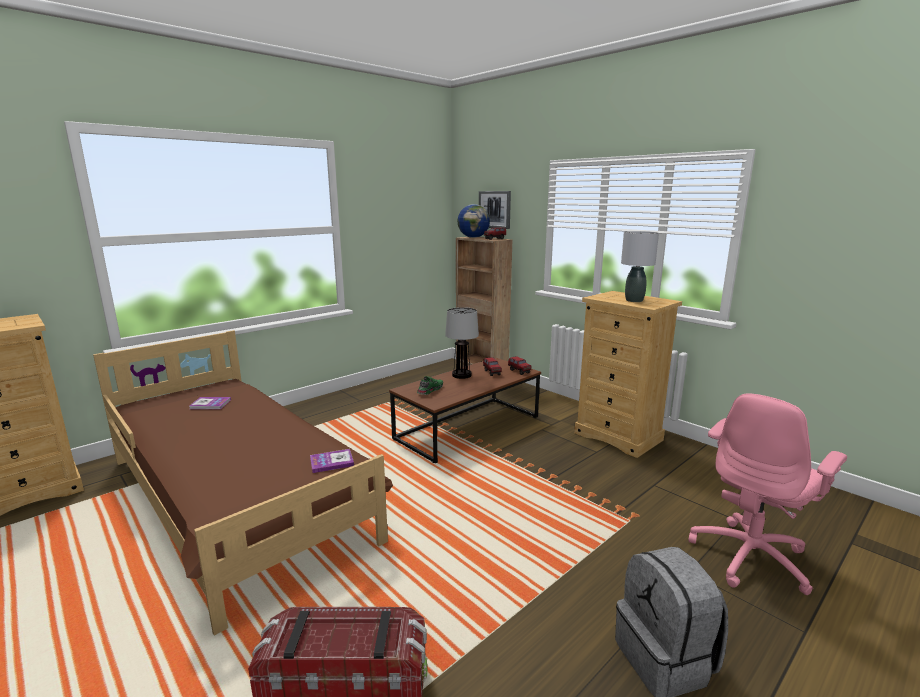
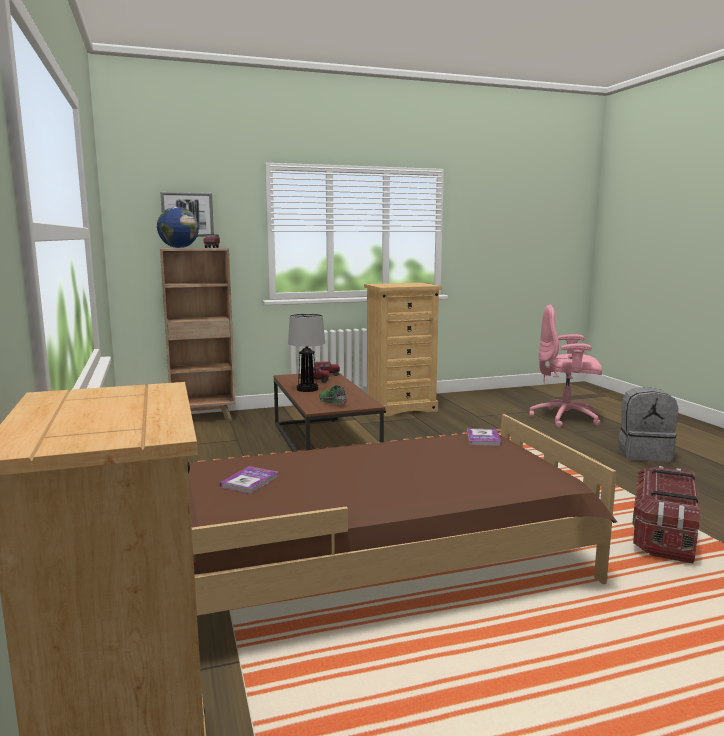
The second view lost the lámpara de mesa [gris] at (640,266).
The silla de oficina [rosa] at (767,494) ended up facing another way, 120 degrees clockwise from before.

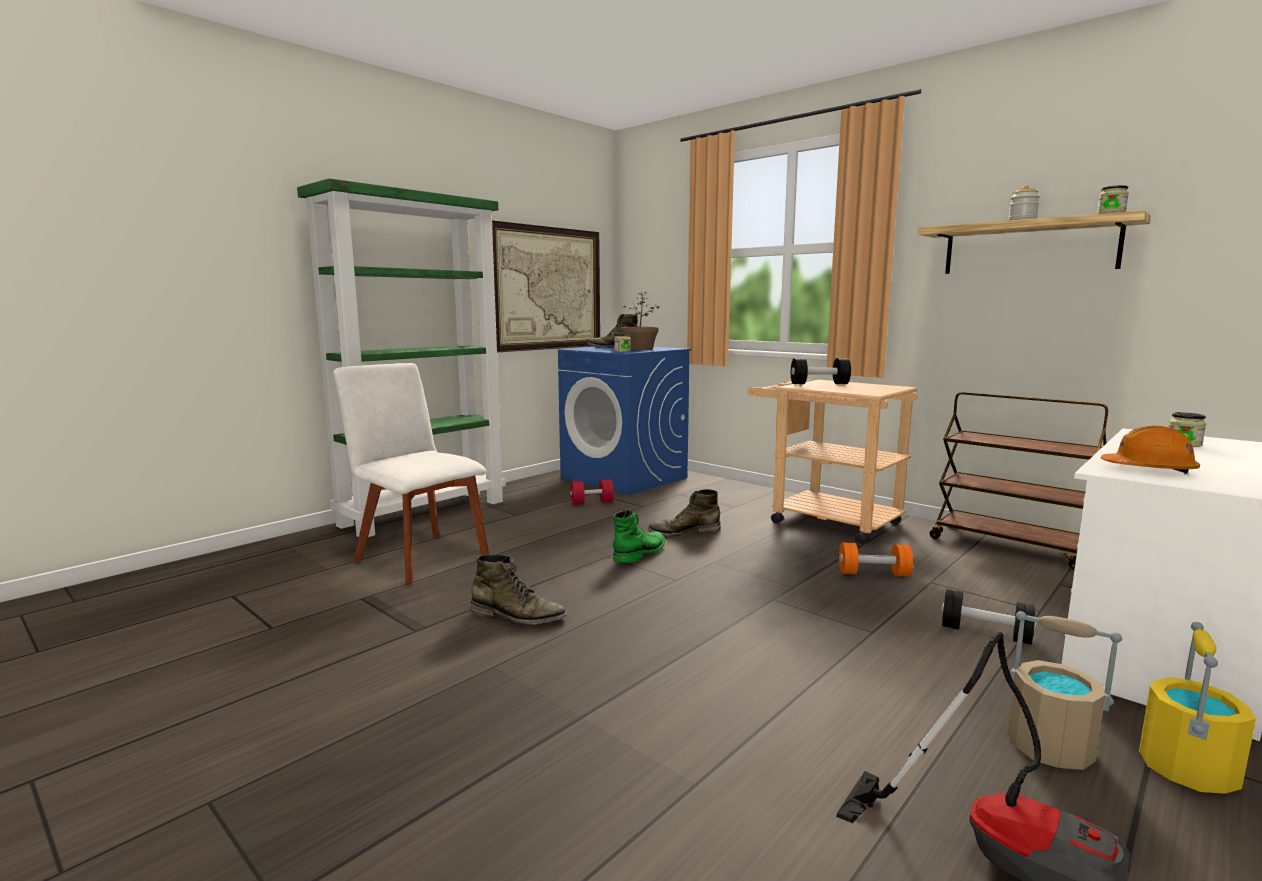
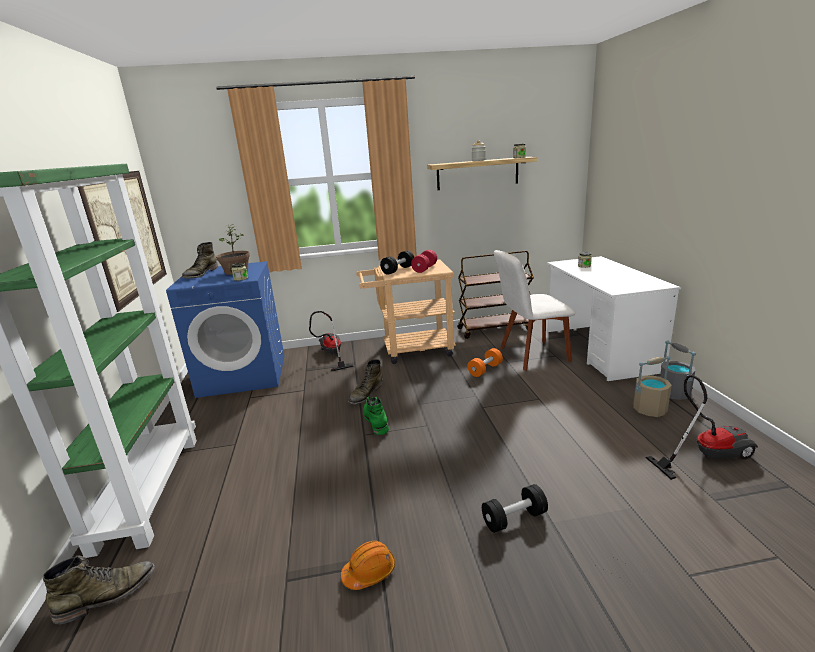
The silla [blanco] ended up elsewhere, having gone from (411,473) to (534,310).
The casco [naranja] ended up elsewhere, having gone from (1150,450) to (368,565).
The mancuerna [rojo] ended up elsewhere, having gone from (592,492) to (424,261).
The bota [verde] ended up elsewhere, having gone from (518,589) to (99,589).
The mancuerna [negro] ended up elsewhere, having gone from (989,617) to (515,508).
What was the cubo [amarillo] at (1197,708) turned into the cubo [gris] at (678,370).
The second view gained the aspiradora at (331,341).

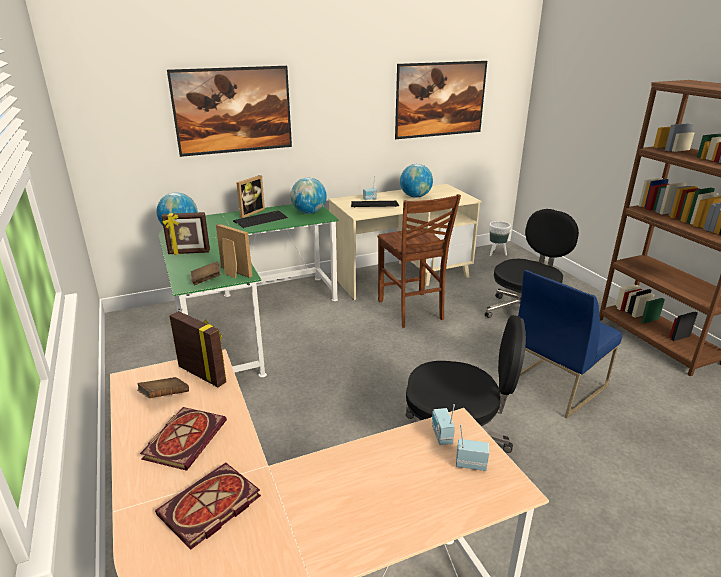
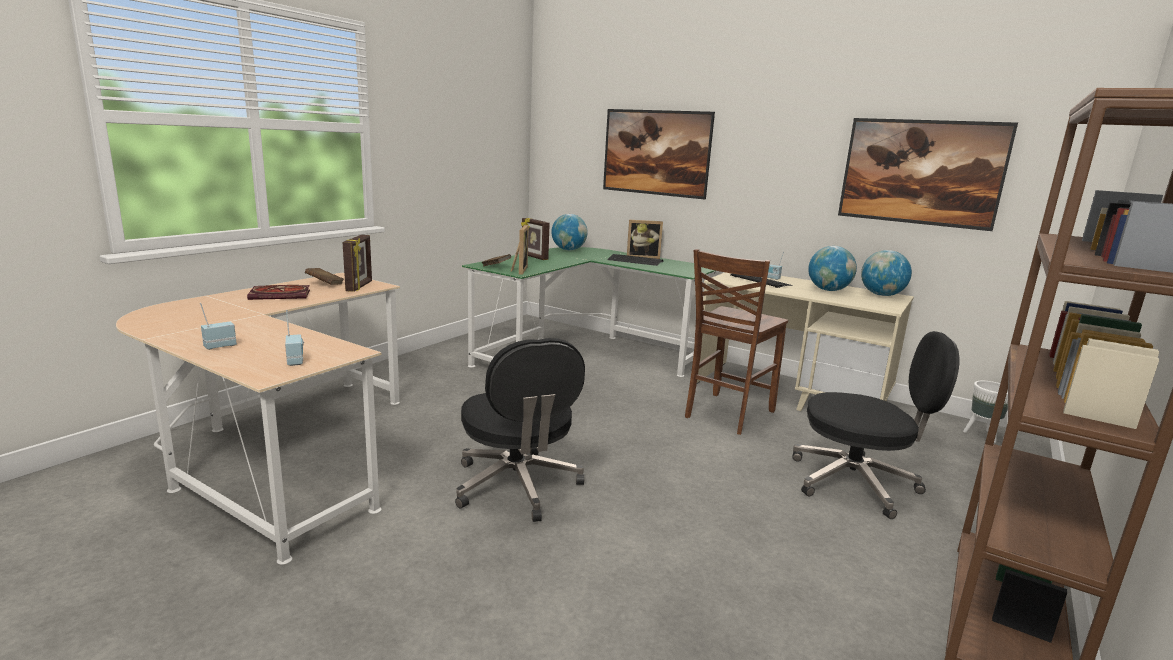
The globo terráqueo ended up elsewhere, having gone from (309,196) to (886,273).
The second view lost the silla [azul] at (570,344).
The radio ended up elsewhere, having gone from (443,424) to (218,326).
The second view lost the libro at (208,505).

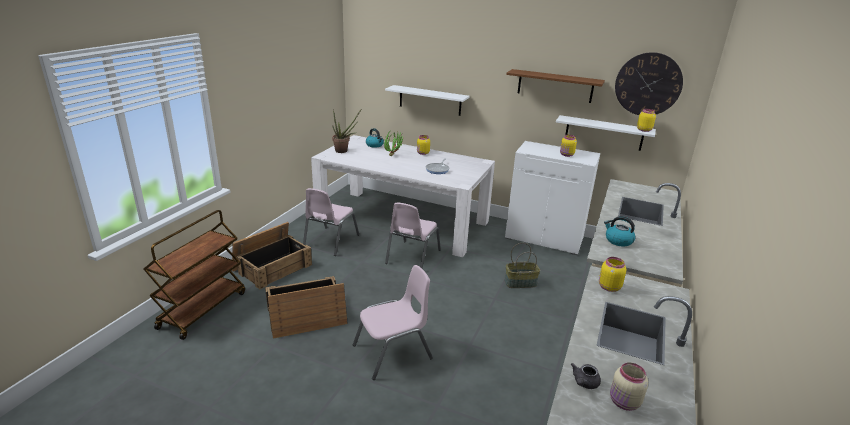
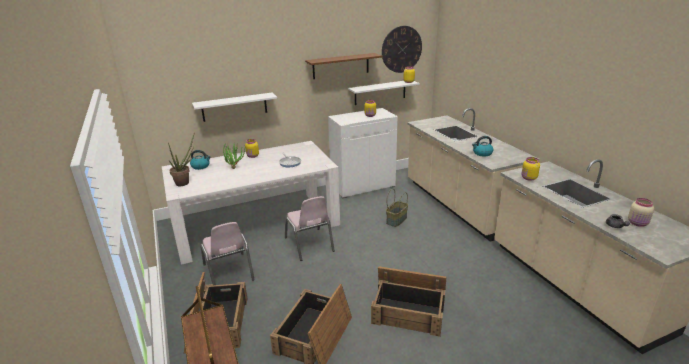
Where the silla [rosa] stood at (393,322), the caja de embalaje came to stand at (409,301).

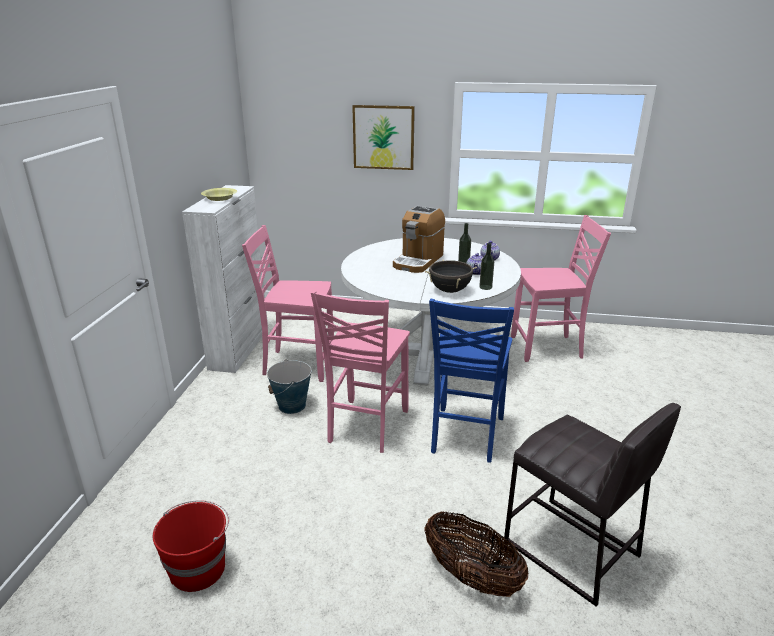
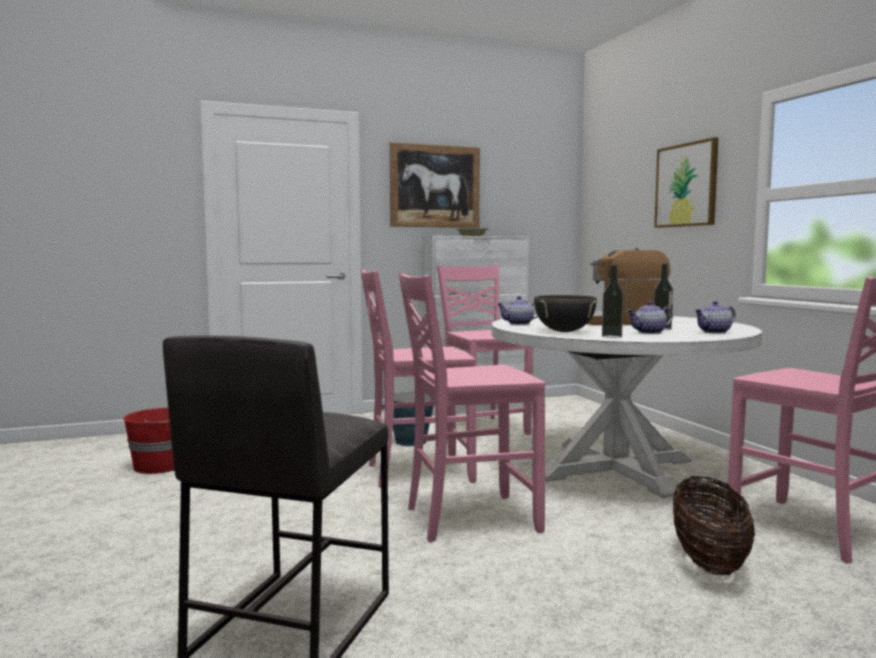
What was the silla [azul] at (471,381) turned into the silla [rosa] at (472,407).
The cesta ended up elsewhere, having gone from (476,554) to (714,525).
The second view gained the cuadro at (435,185).
The second view gained the tetera at (517,310).

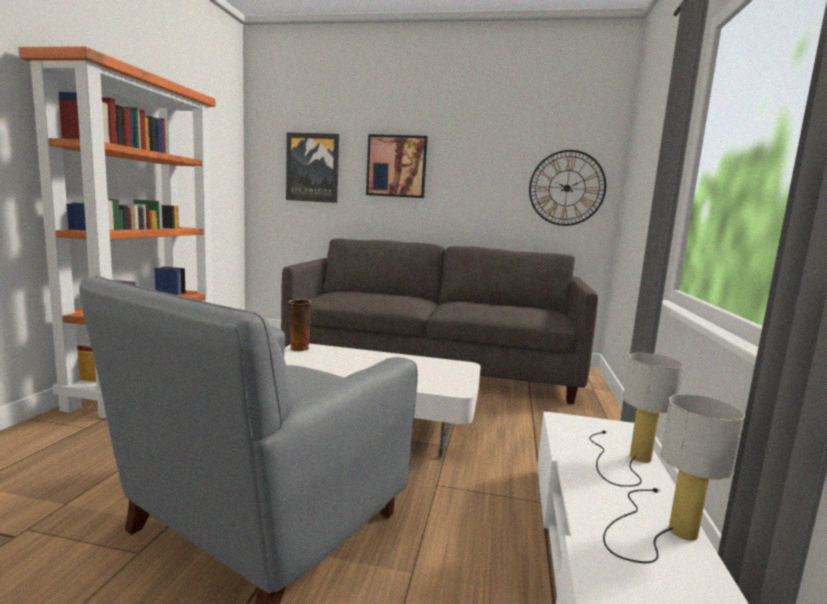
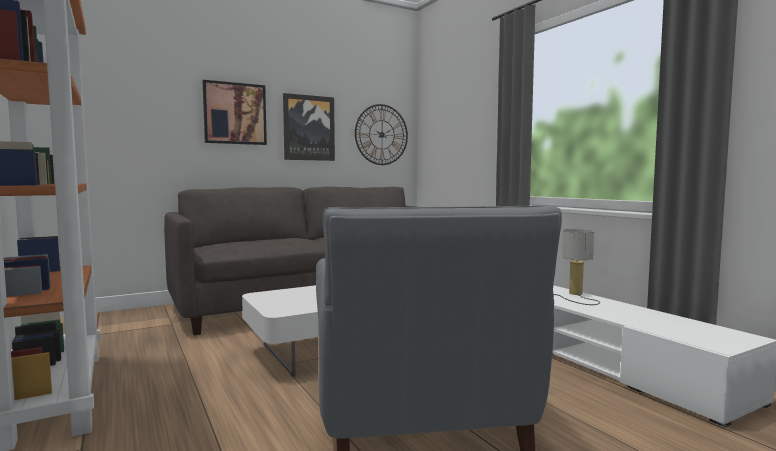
The cuadro ended up elsewhere, having gone from (312,167) to (309,127).
The second view lost the florero at (299,325).
The second view lost the lámpara de mesa at (674,478).

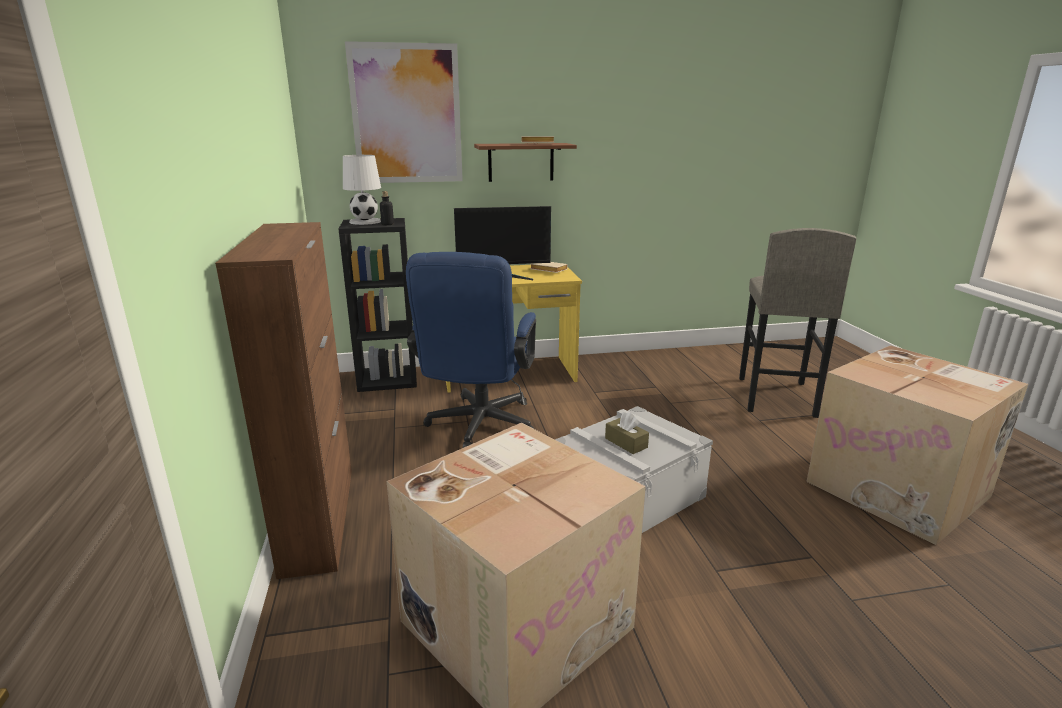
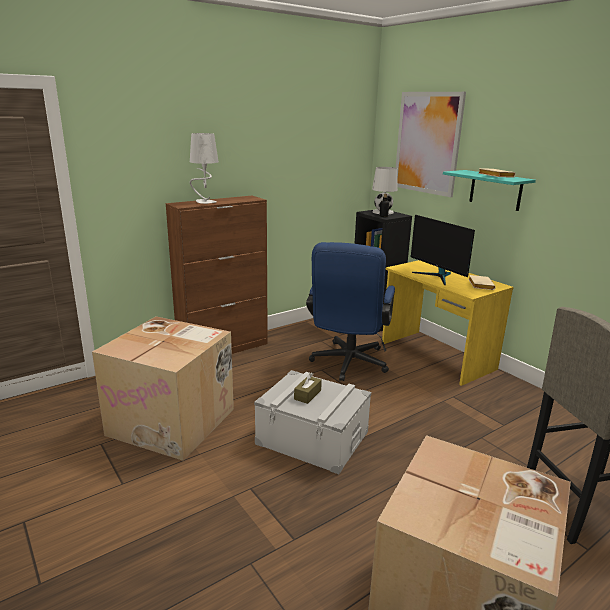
What was the estante [marrón] at (525,162) turned into the estante [turquesa] at (489,190).
The silla de oficina [azul] at (471,350) ended up facing another way, 60 degrees counterclockwise from before.
The second view gained the lámpara de mesa [gris] at (204,168).

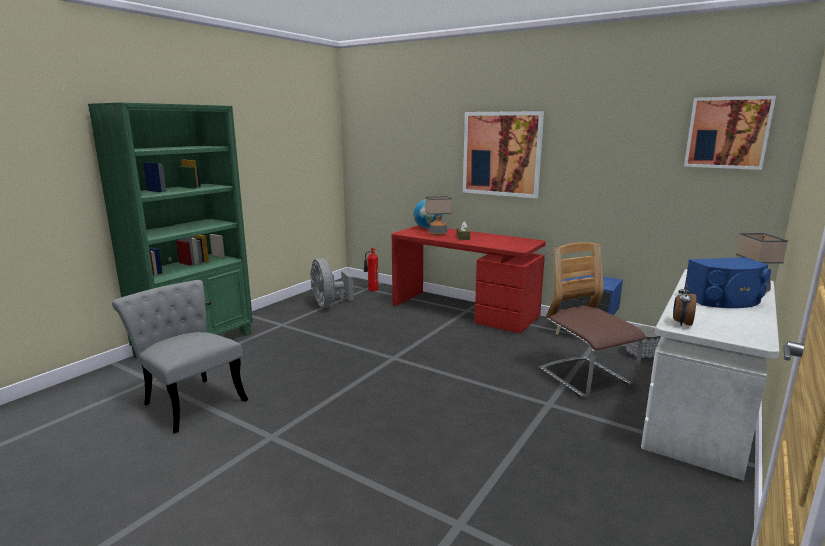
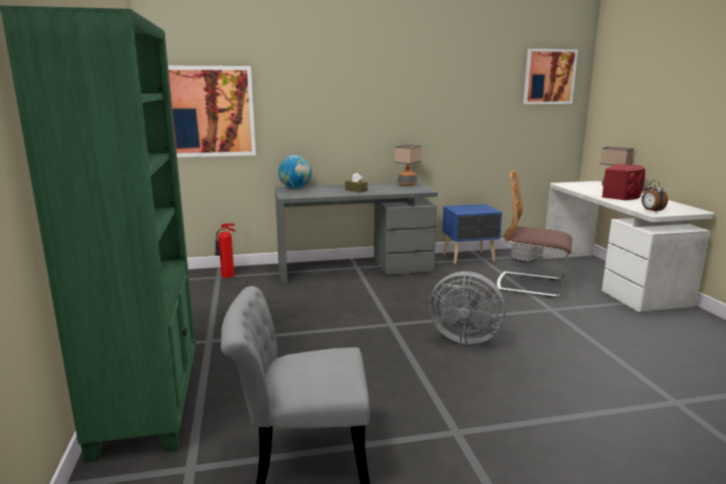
The cuadro ended up elsewhere, having gone from (503,154) to (212,111).
The lámpara de mesa ended up elsewhere, having gone from (438,216) to (408,165).
What was the escritorio [rojo] at (469,279) turned into the escritorio [gris] at (356,233).
What was the altavoz [azul] at (728,282) turned into the altavoz [rojo] at (623,182).
The ventilador [gris] ended up elsewhere, having gone from (332,282) to (467,307).

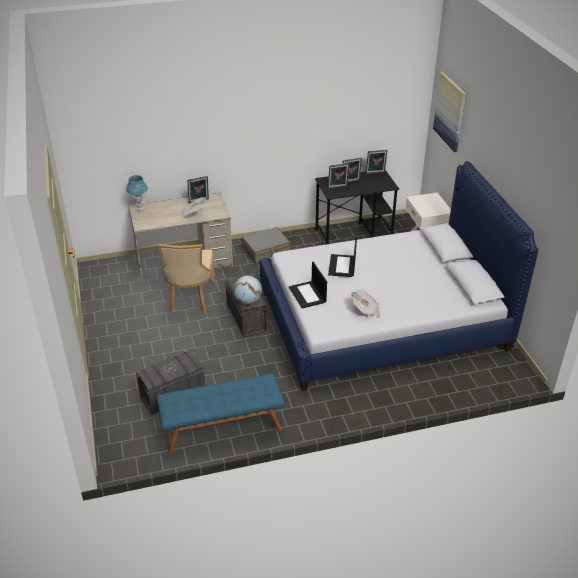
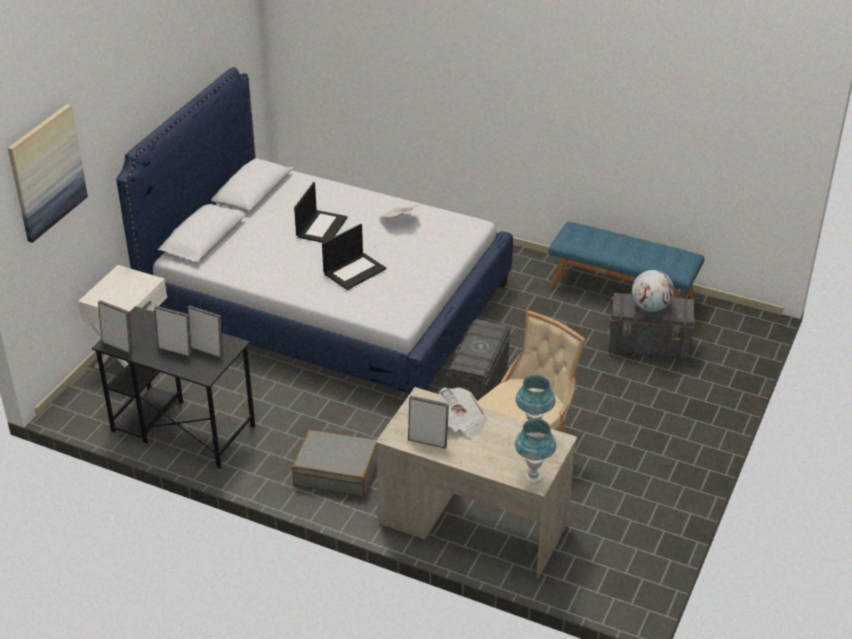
The portátil ended up elsewhere, having gone from (308,285) to (321,212).
The globo terráqueo ended up elsewhere, having gone from (247,290) to (653,291).
The second view gained the lámpara de mesa [azul] at (535,406).

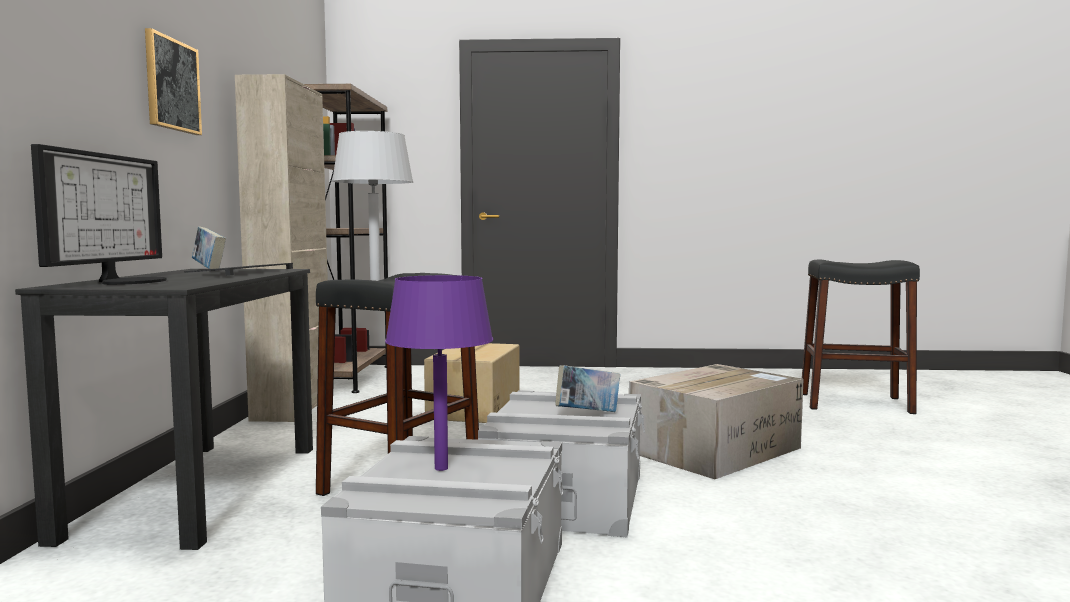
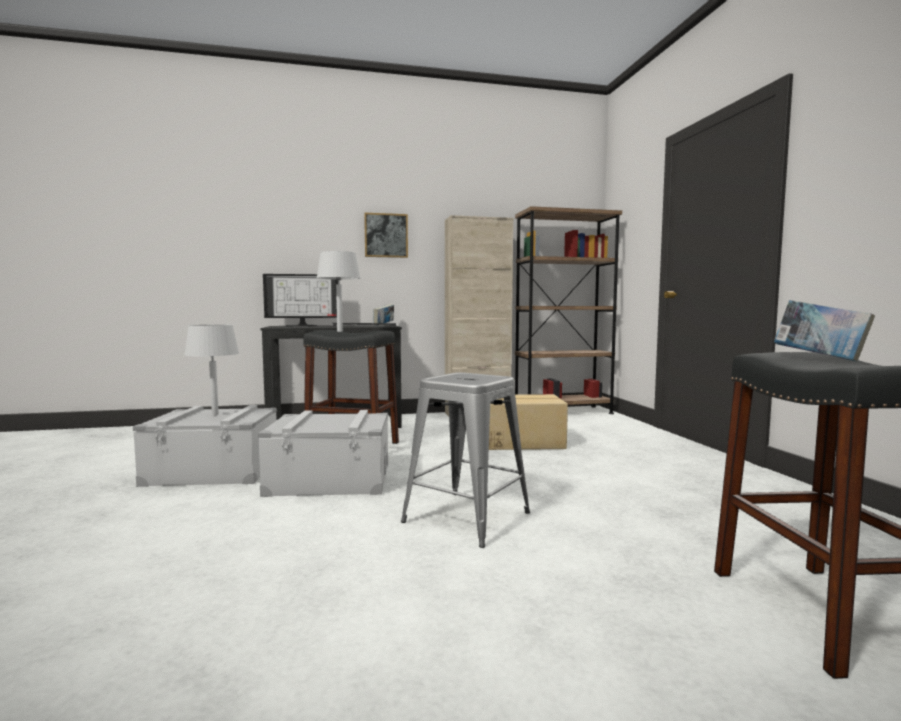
What was the lámpara de mesa [morado] at (439,373) turned into the lámpara de mesa [gris] at (211,370).
Where the caja de cartón stood at (716,421), the taburete [gris] came to stand at (465,460).
The libro ended up elsewhere, having gone from (587,388) to (824,331).

